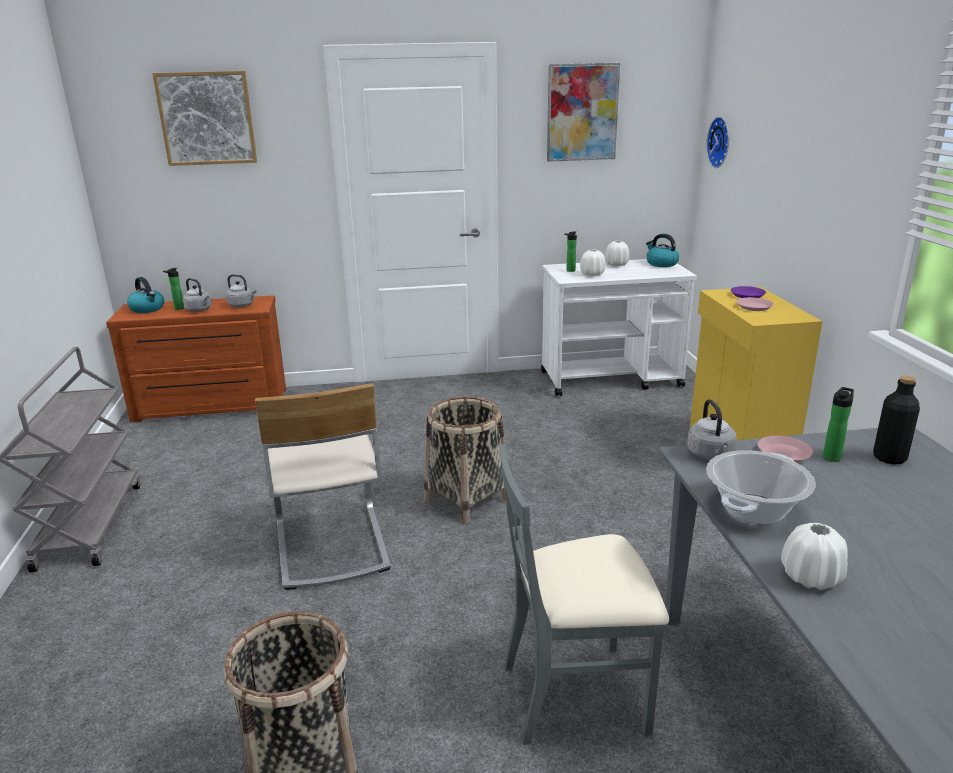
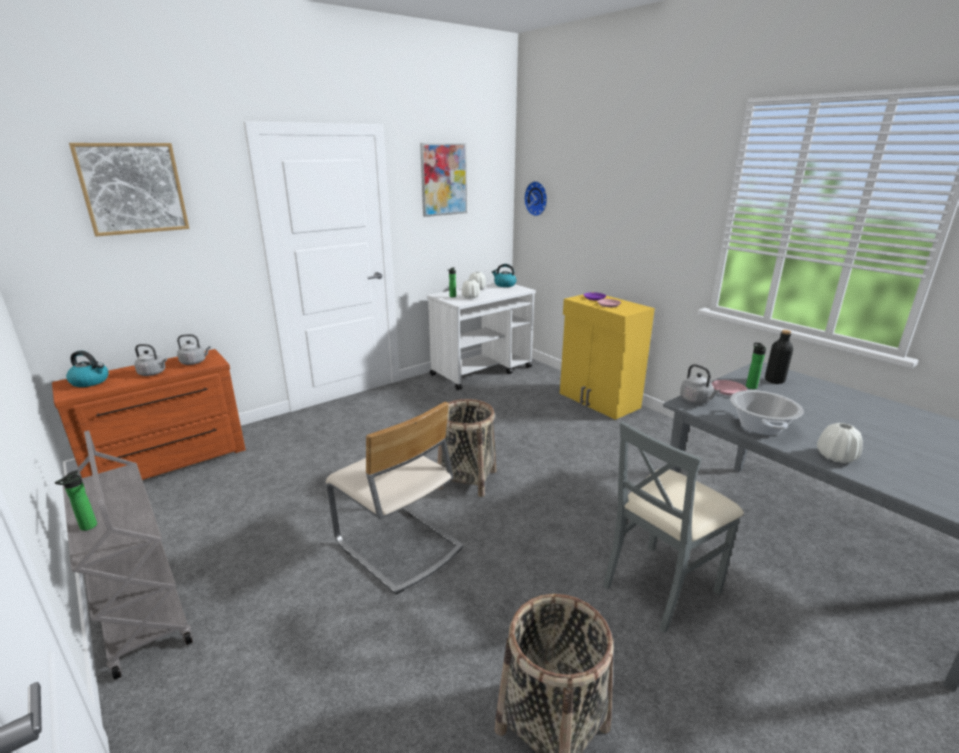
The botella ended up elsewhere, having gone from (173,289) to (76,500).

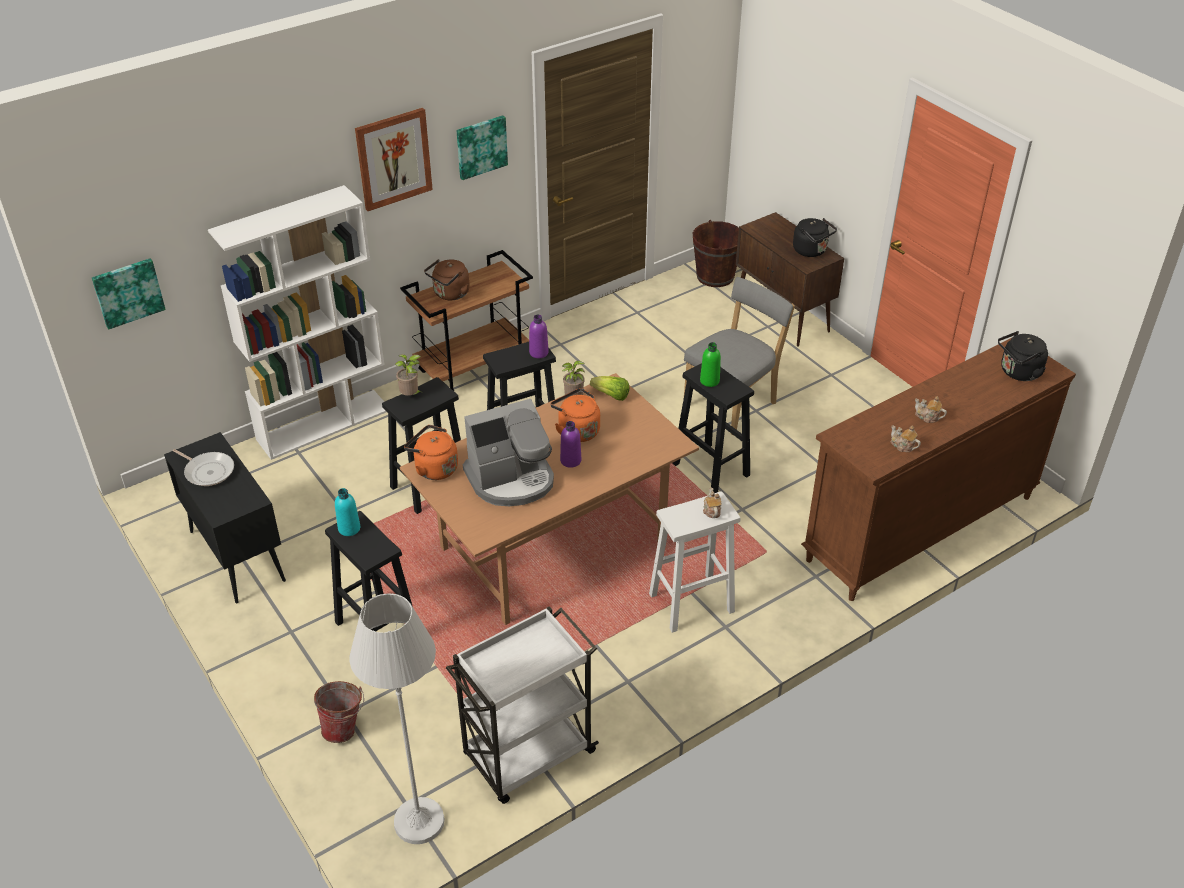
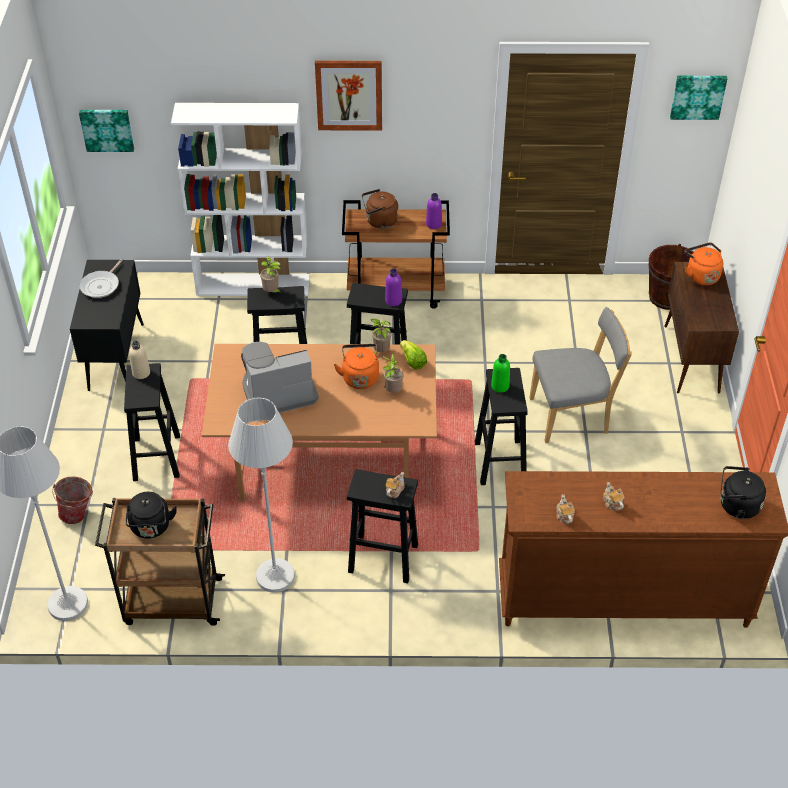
The cuadro ended up elsewhere, having gone from (482,147) to (698,98).
The hervidor [negro] ended up elsewhere, having gone from (815,237) to (151,515).
The cafetera at (508,452) ended up facing another way, 150 degrees clockwise from before.
The botella [morado] ended up elsewhere, having gone from (570,444) to (434,211).
The hervidor [naranja] ended up elsewhere, having gone from (431,452) to (703,264).
The sartén at (203,467) ended up facing another way, 45 degrees clockwise from before.
What was the botella [turquesa] at (347,512) turned into the botella [beis] at (139,360).
What was the taburete [blanco] at (694,562) turned into the taburete [negro] at (382,526).
What was the carrito [blanco] at (522,705) turned into the carrito [marrón] at (160,562).
The second view gained the planta en maceta at (393,373).
The second view gained the lámpara de pie [blanco] at (261,495).

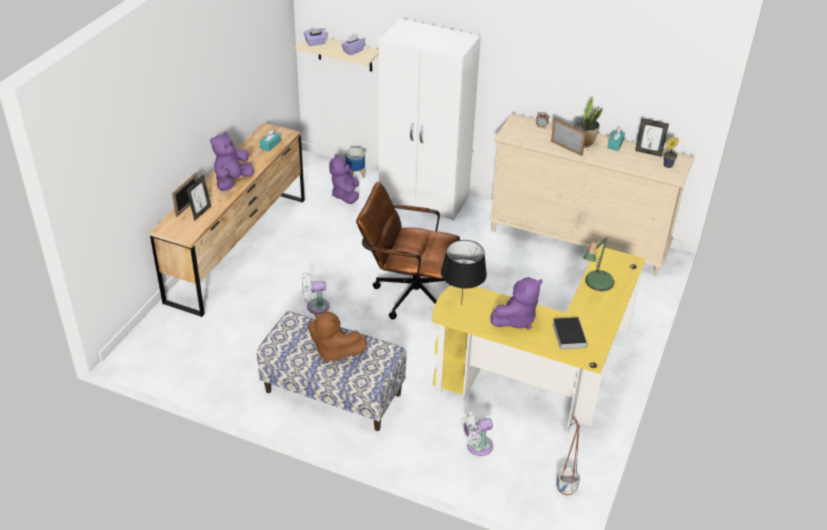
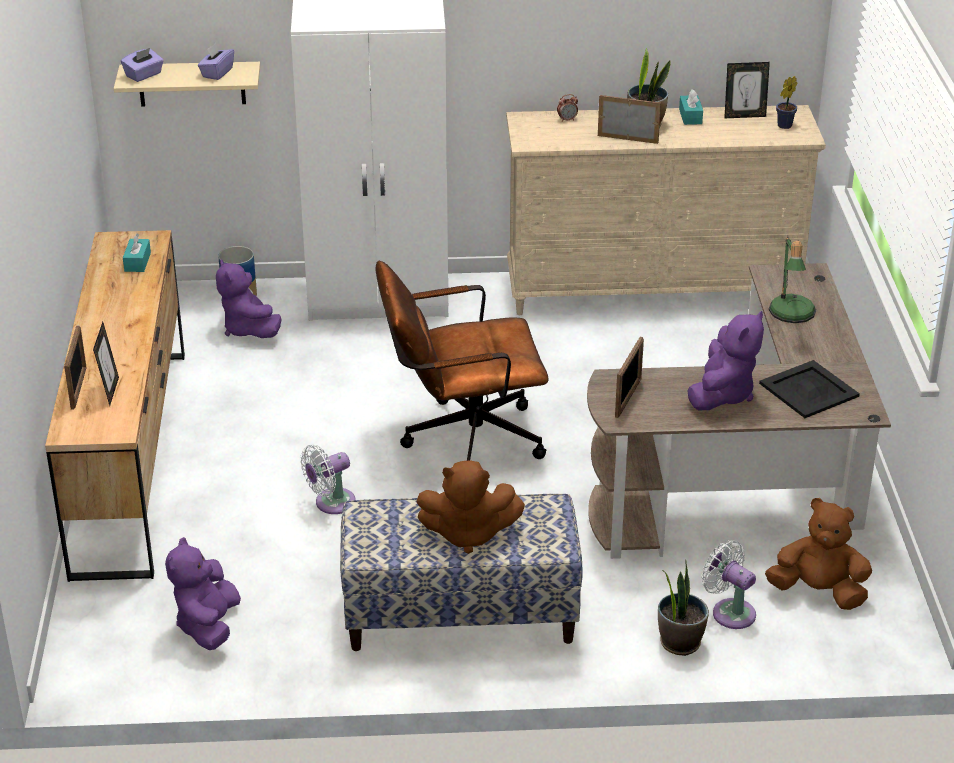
The peluche [morado] ended up elsewhere, having gone from (232,161) to (203,593).
Where the lámpara de mesa [negro] stood at (464,272), the portarretratos came to stand at (629,377).
What was the escritorio [amarillo] at (539,340) turned into the escritorio [marrón] at (739,411).
Where the libro stood at (569,333), the bandeja [negro] came to stand at (809,389).
The ventilador [blanco] at (477,433) ended up facing another way, 90 degrees clockwise from before.
The second view lost the maceta at (568,455).
The second view gained the peluche [marrón] at (818,554).
The second view gained the planta en maceta at (683,608).

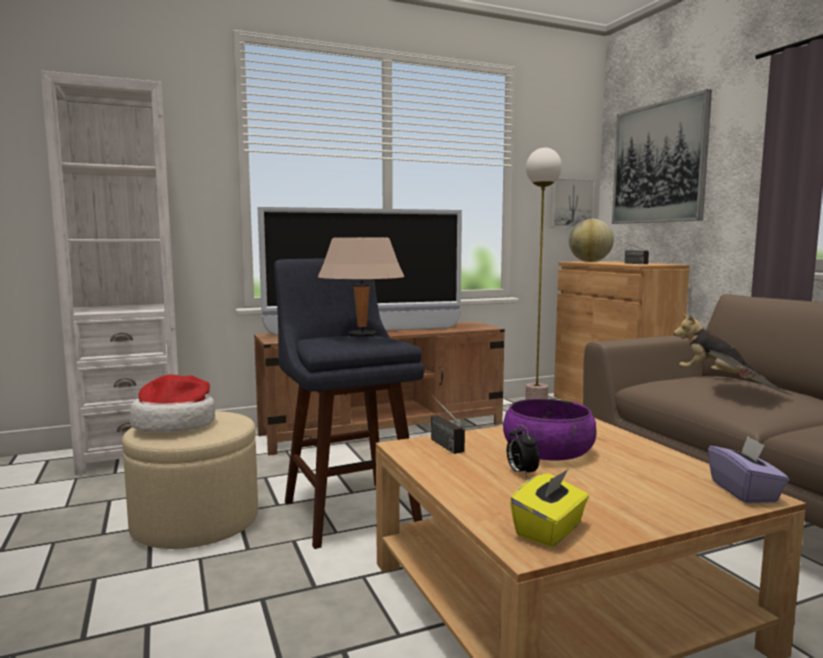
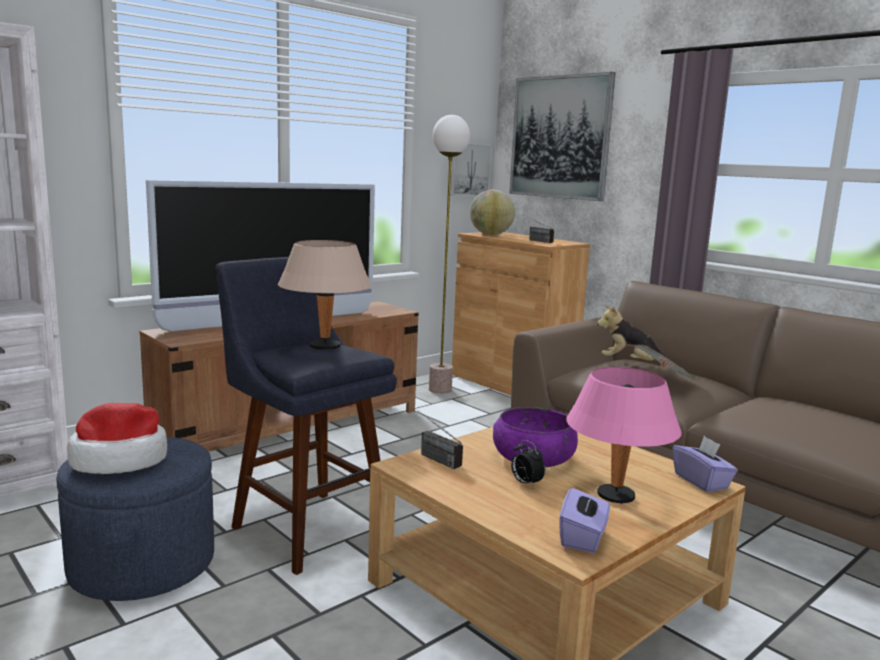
What was the puf [beis] at (190,480) turned into the puf [azul] at (135,519).
What was the caja de pañuelos [amarillo] at (549,508) turned into the caja de pañuelos [morado] at (584,520).
The second view gained the lámpara de mesa [rosa] at (624,435).

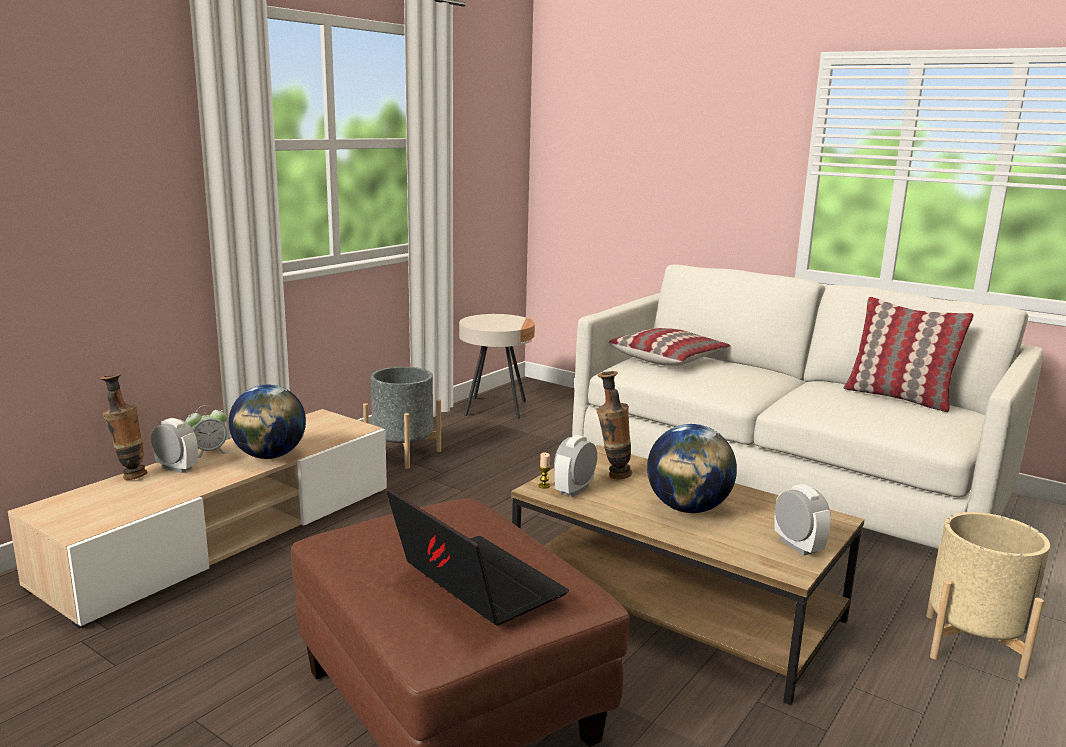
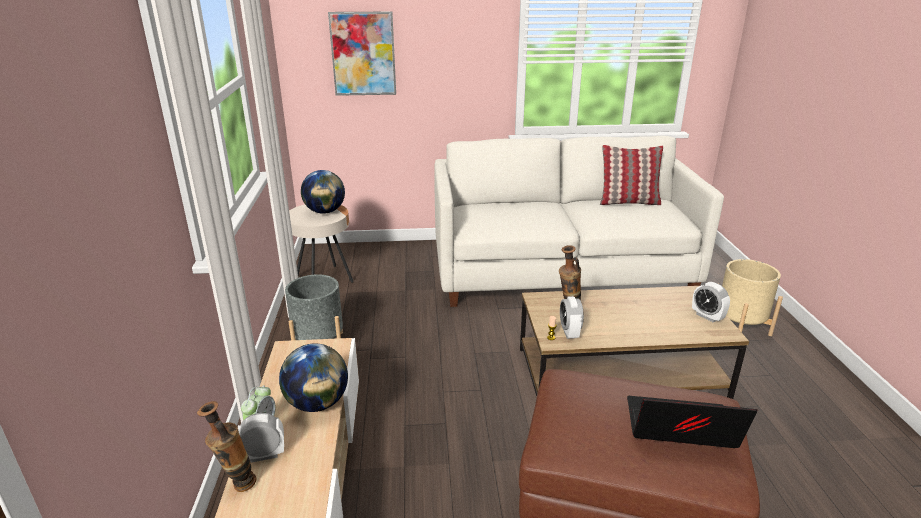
The second view lost the cojín at (669,347).
The globo terráqueo ended up elsewhere, having gone from (692,468) to (323,192).
The despertador at (802,520) ended up facing another way, 150 degrees counterclockwise from before.
The second view gained the cuadro at (362,53).

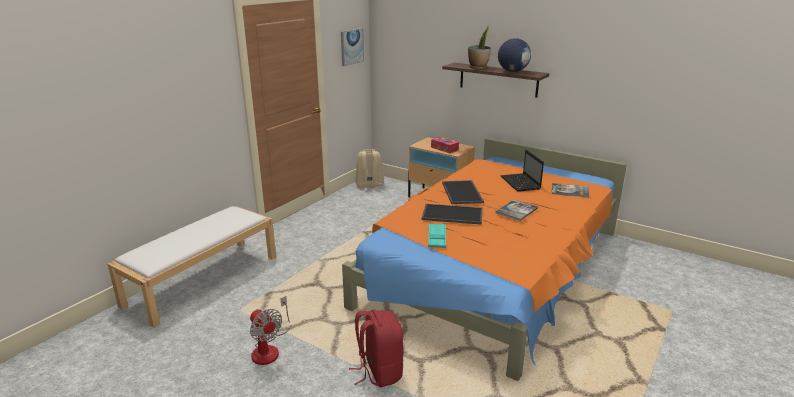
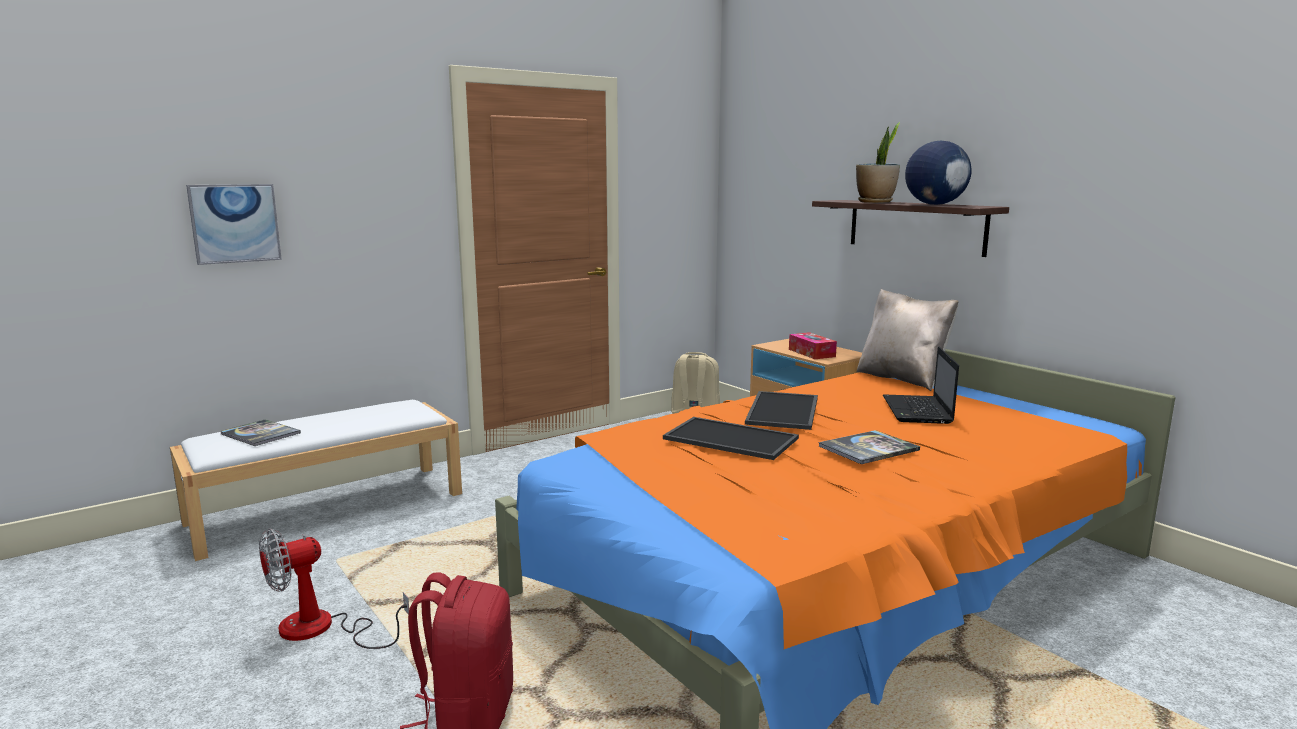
The cuadro ended up elsewhere, having gone from (352,47) to (234,224).
The libro ended up elsewhere, having gone from (570,190) to (260,432).
The second view lost the bandeja [turquesa] at (437,235).
The ventilador at (270,330) ended up facing another way, 75 degrees clockwise from before.
The second view gained the cojín [beis] at (908,340).

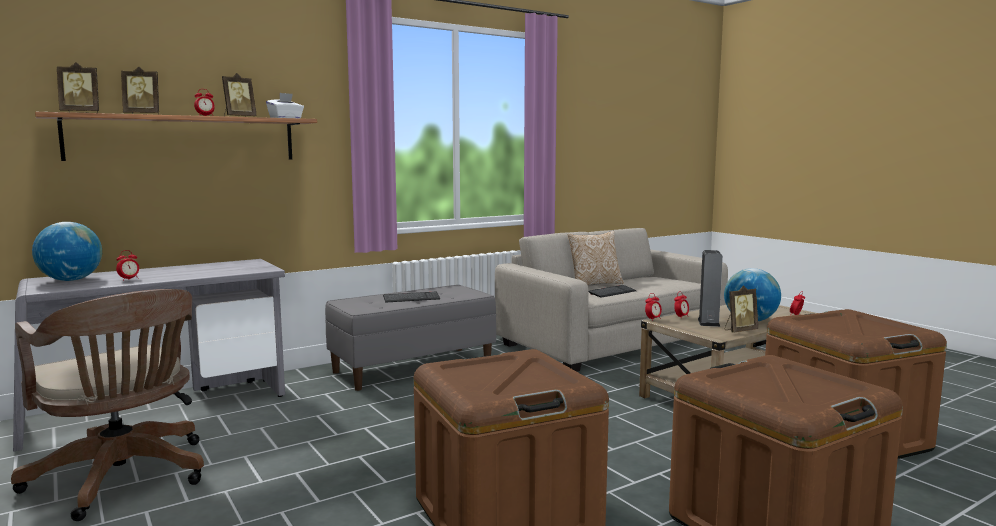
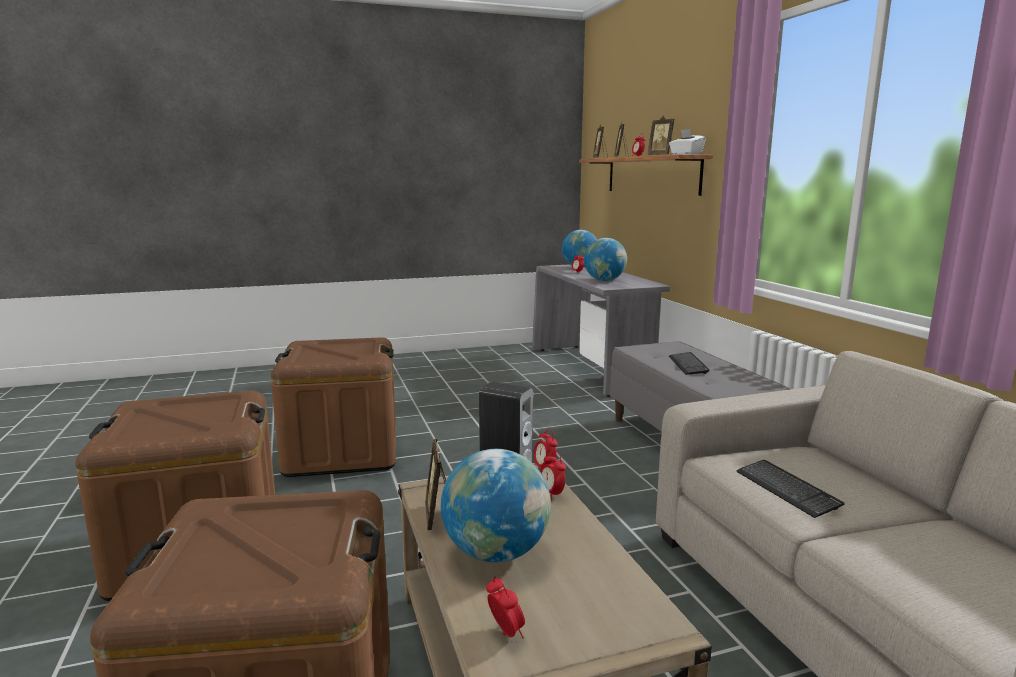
The second view lost the cojín at (596,258).
The second view lost the silla de oficina [marrón] at (107,405).
The second view gained the globo terráqueo at (605,259).

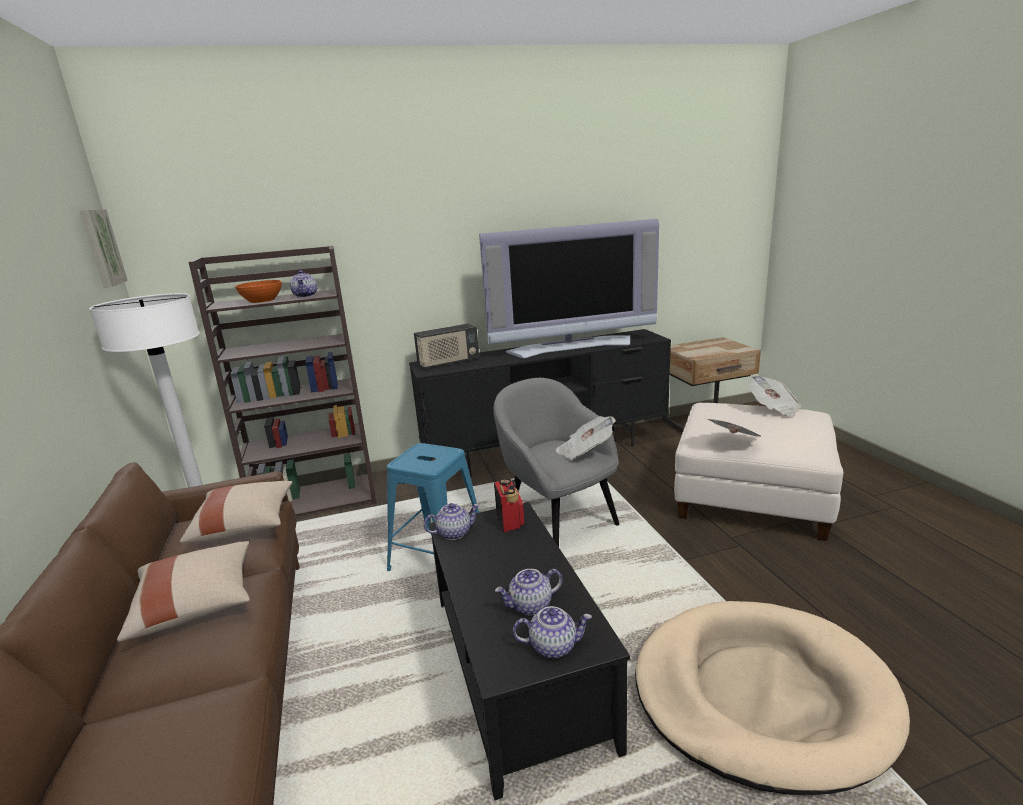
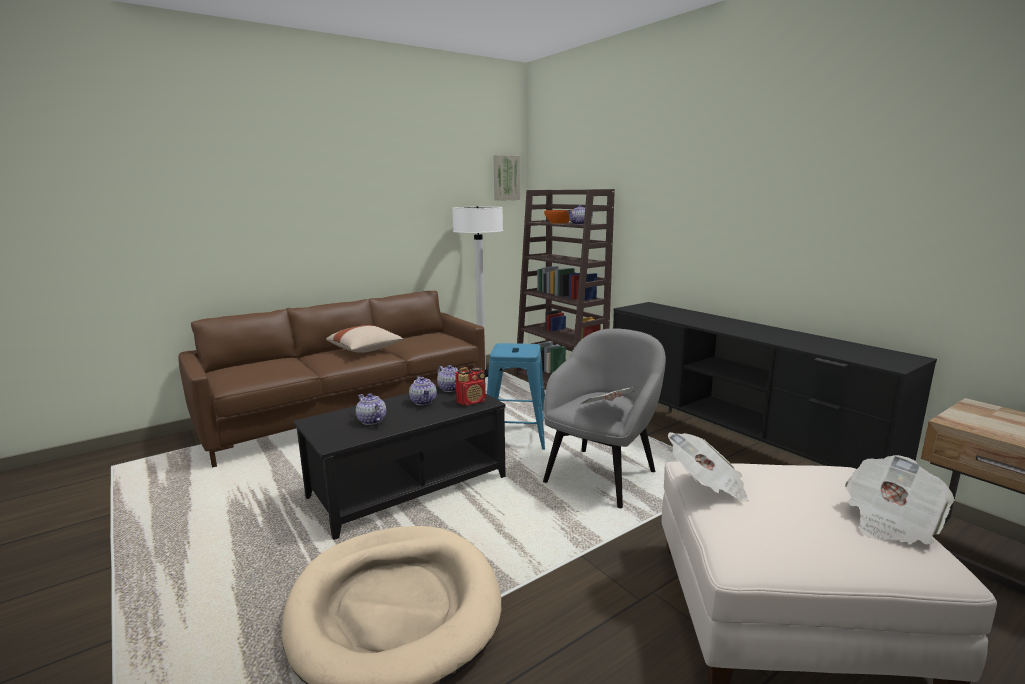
The second view lost the televisor at (569,288).
The second view lost the radio at (446,346).
The second view lost the cojín [beis] at (236,512).
The tetera ended up elsewhere, having gone from (552,632) to (423,390).

